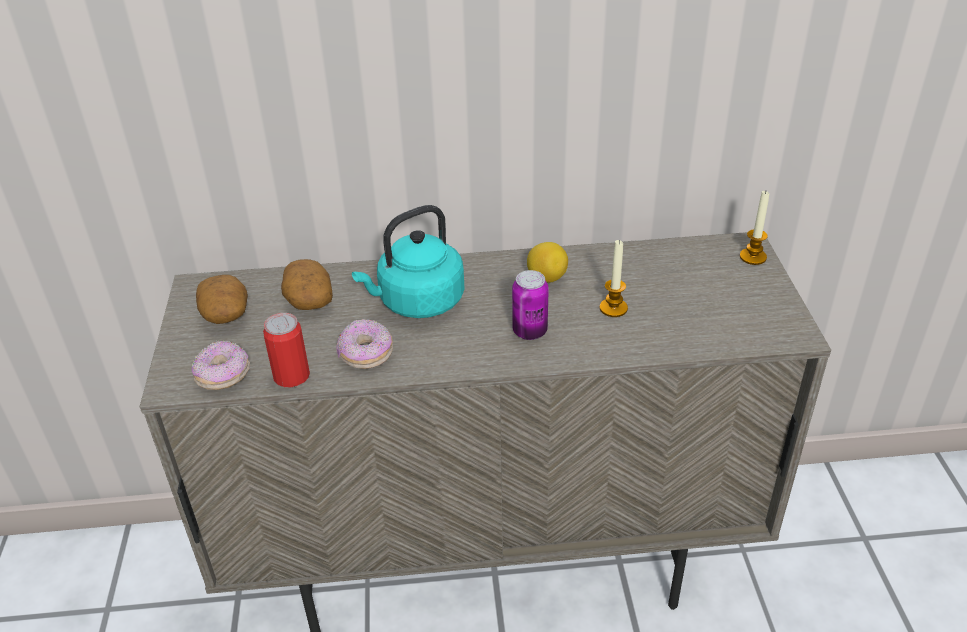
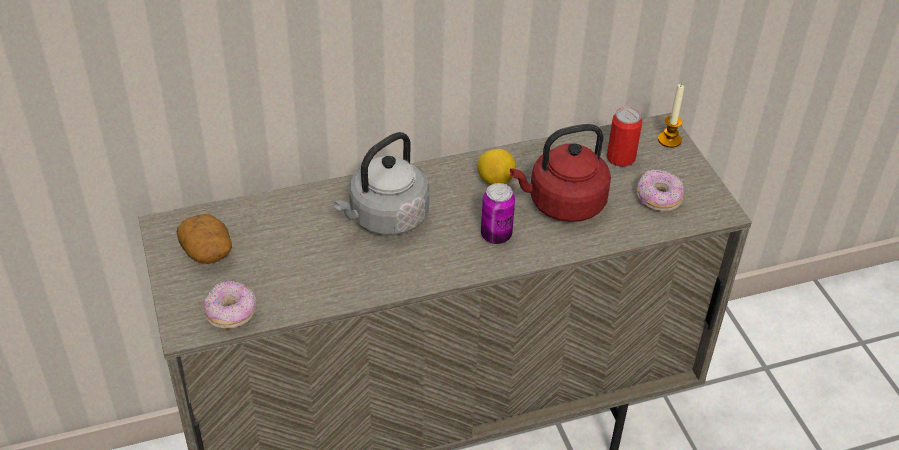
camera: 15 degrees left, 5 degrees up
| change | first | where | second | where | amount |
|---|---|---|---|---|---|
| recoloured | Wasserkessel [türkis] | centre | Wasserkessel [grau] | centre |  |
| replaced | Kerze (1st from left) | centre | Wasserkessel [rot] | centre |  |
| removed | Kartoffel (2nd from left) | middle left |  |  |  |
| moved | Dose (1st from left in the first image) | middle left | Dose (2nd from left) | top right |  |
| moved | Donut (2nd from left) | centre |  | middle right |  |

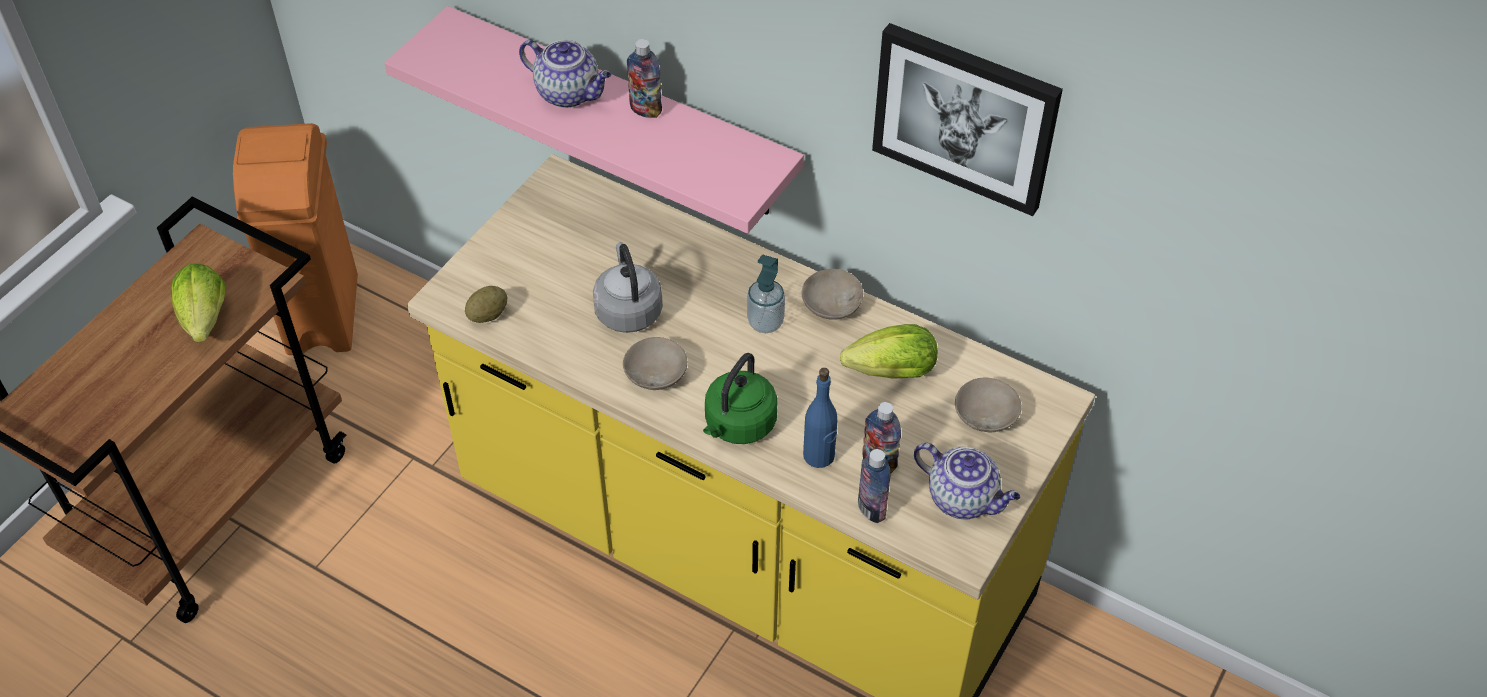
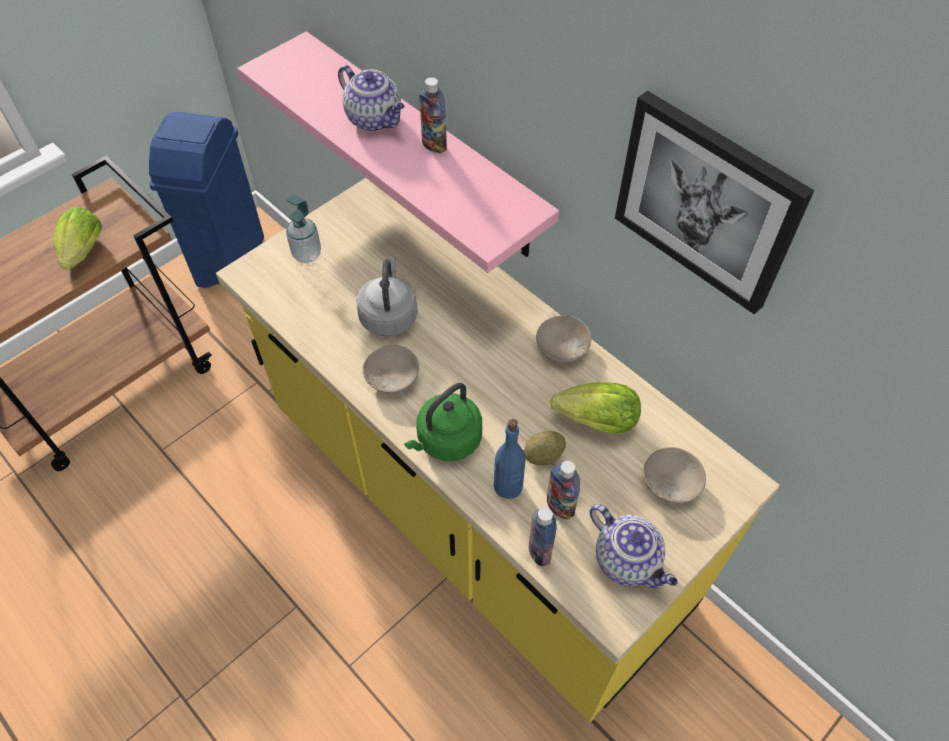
camera: 15 degrees right, 5 degrees up
| change | first | where | second | where | amount |
|---|---|---|---|---|---|
| recoloured | Mülleimer [orange] | middle left | Mülleimer [blau] | top left |  |
| moved | Seifenspender | centre |  | top left |  |
| moved | Kartoffel | middle left |  | centre |  |

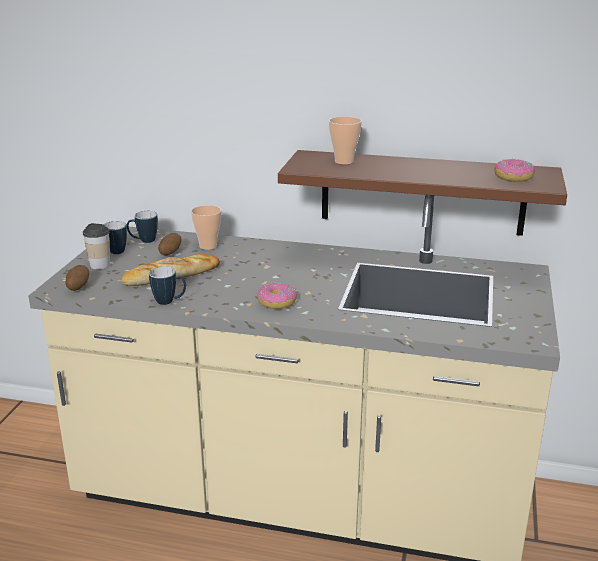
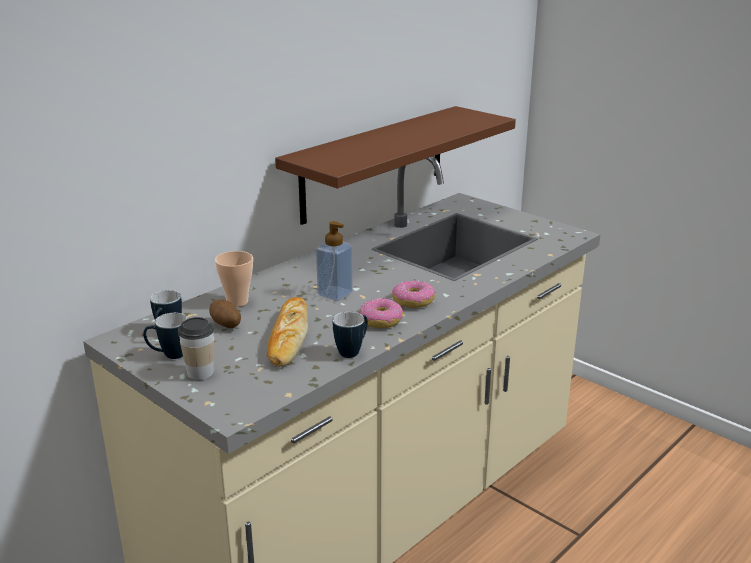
camera: 60 degrees left, 0 degrees up
| change | first | where | second | where | amount |
|---|---|---|---|---|---|
| removed | Tasse (3rd from left) | top centre |  |  |  |
| moved | Donut (2nd from left in the first image) | top right | Donut (1st from left) | centre |  |
| removed | Kartoffel (1st from left) | middle left |  |  |  |
| added |  |  | Seifenspender | centre |  |

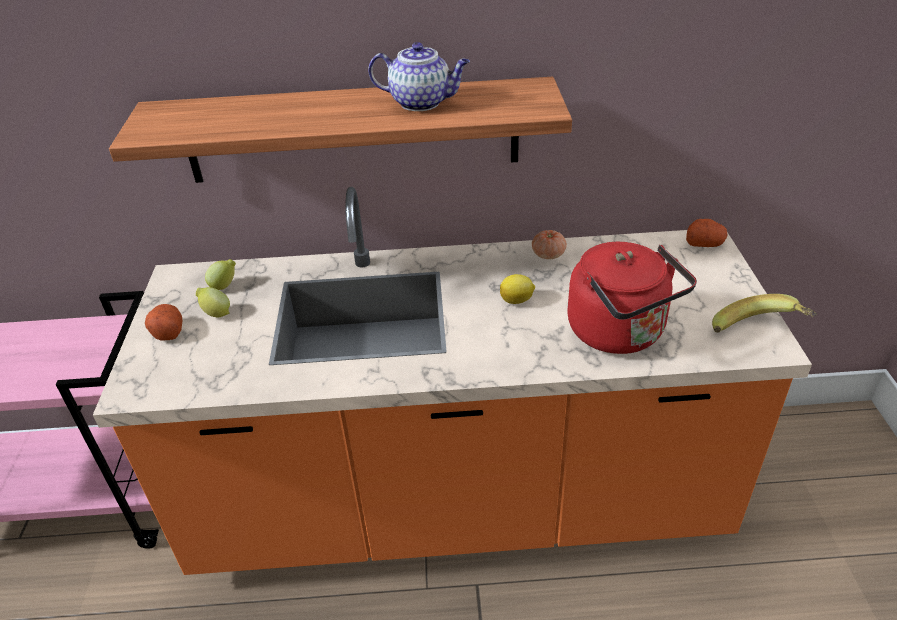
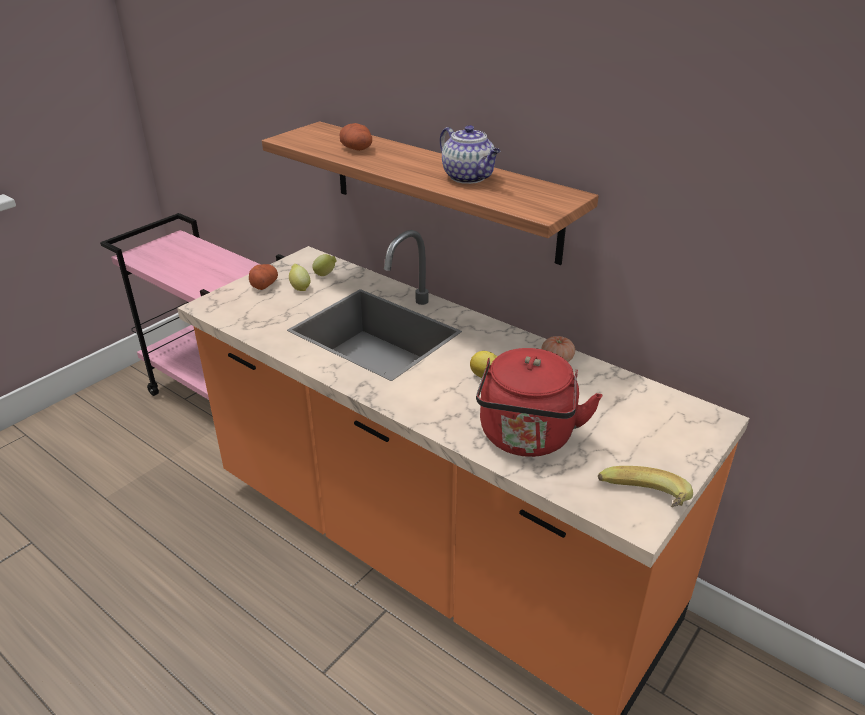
camera: 40 degrees right, 5 degrees down
| change | first | where | second | where | amount |
|---|---|---|---|---|---|
| moved | Kartoffel (2nd from left) | middle right |  | top centre |  |

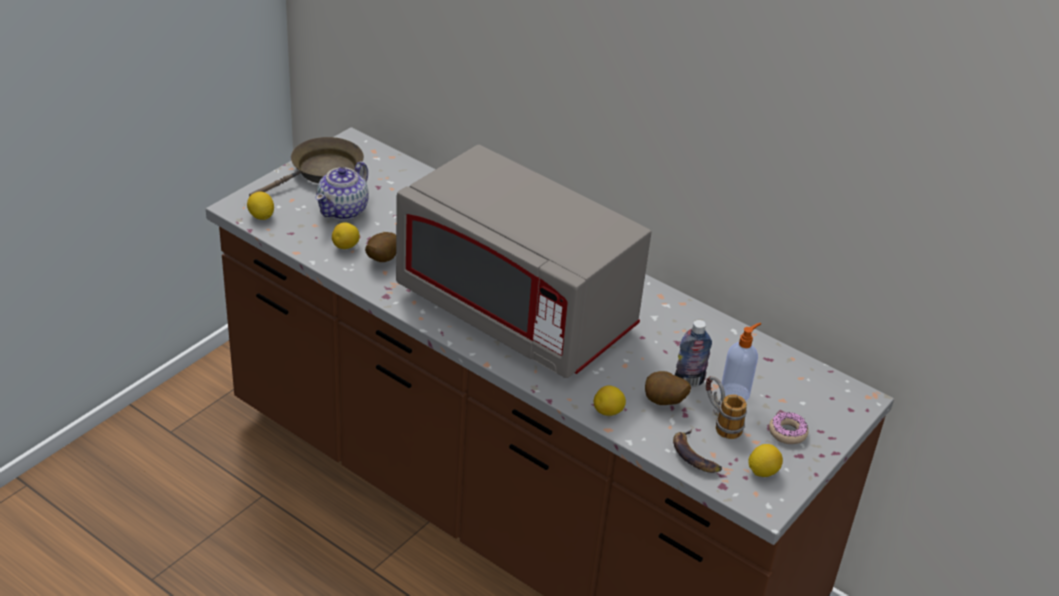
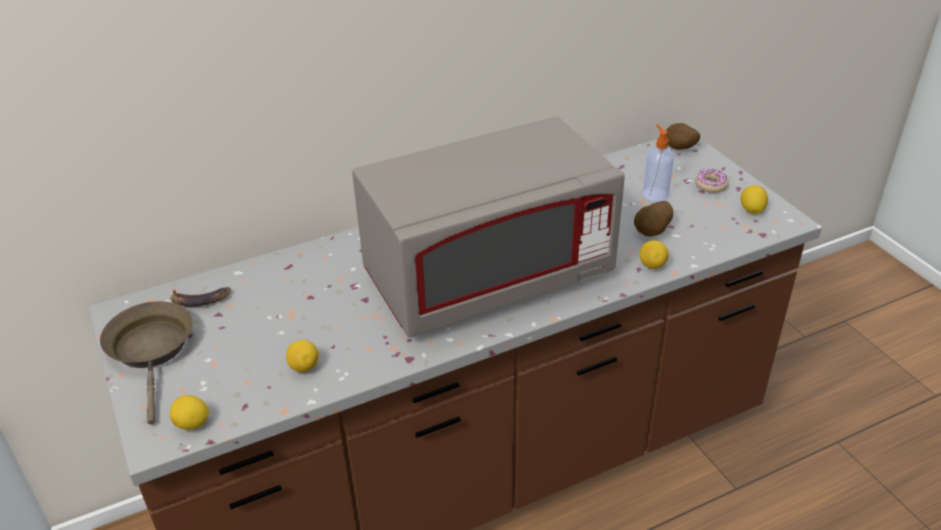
camera: 60 degrees left, 0 degrees up
| change | first | where | second | where | amount |
|---|---|---|---|---|---|
| removed | Teekanne | top left |  |  |  |
| moved | Kartoffel (1st from left in the first image) | centre | Kartoffel (2nd from left) | top right |  |
| removed | Flasche | centre |  |  |  |
| removed | Henkelbecher | bottom right |  |  |  |
| moved | Banane | bottom centre |  | middle left |  |

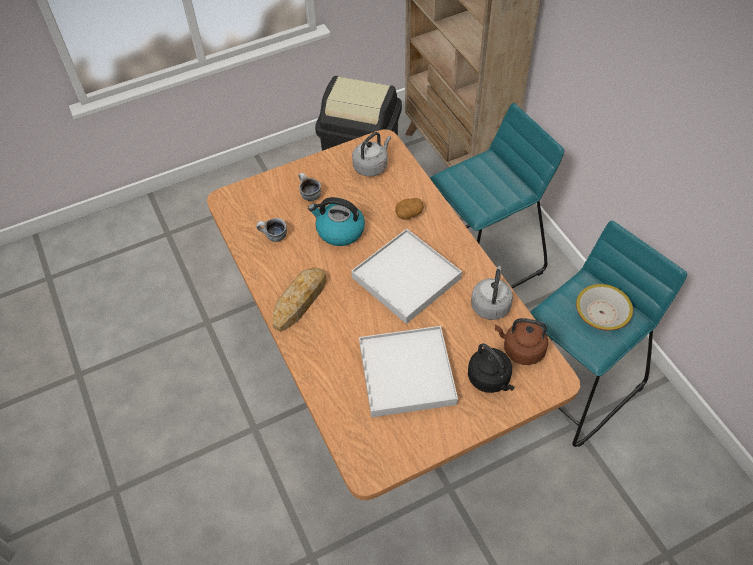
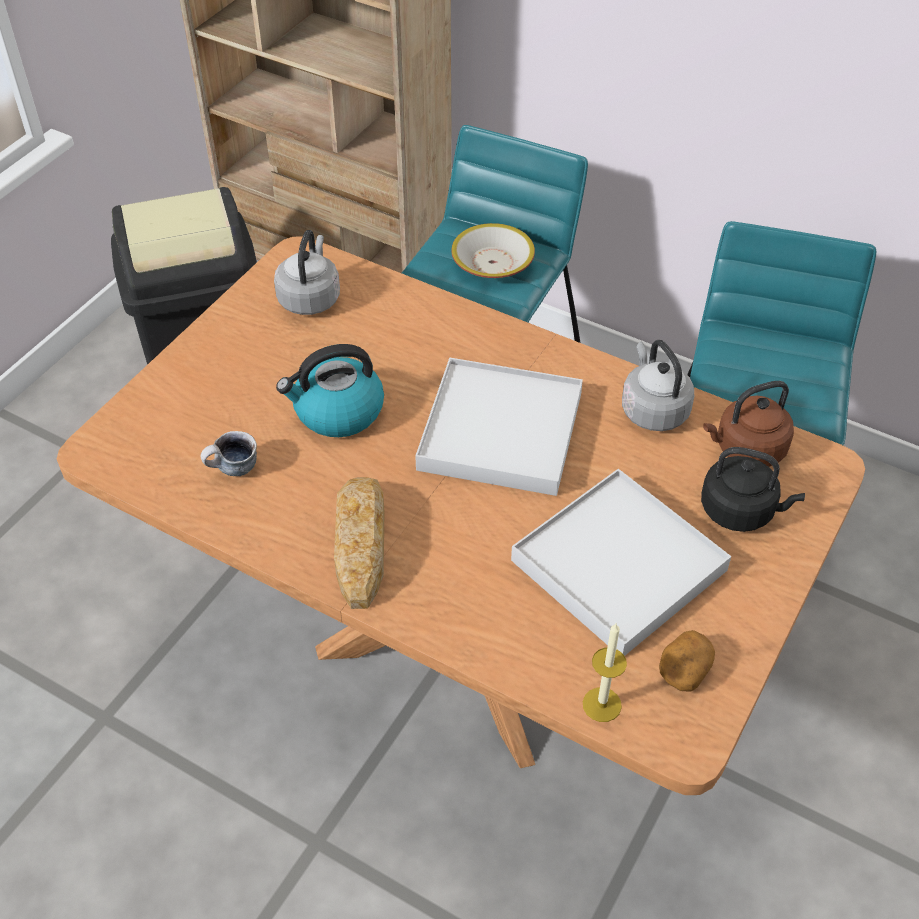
camera: 35 degrees left, 5 degrees down
| change | first | where | second | where | amount |
|---|---|---|---|---|---|
| removed | Henkelbecher (2nd from left) | top centre |  |  |  |
| moved | Kartoffel | centre |  | bottom right |  |
| moved | Schüssel | middle right |  | top centre |  |
| added |  |  | Kerze | bottom centre |  |

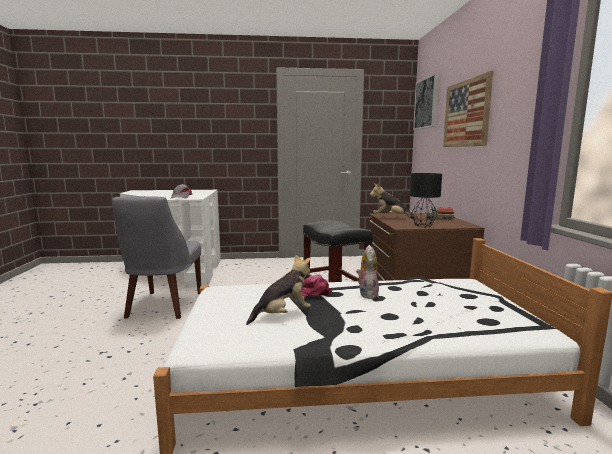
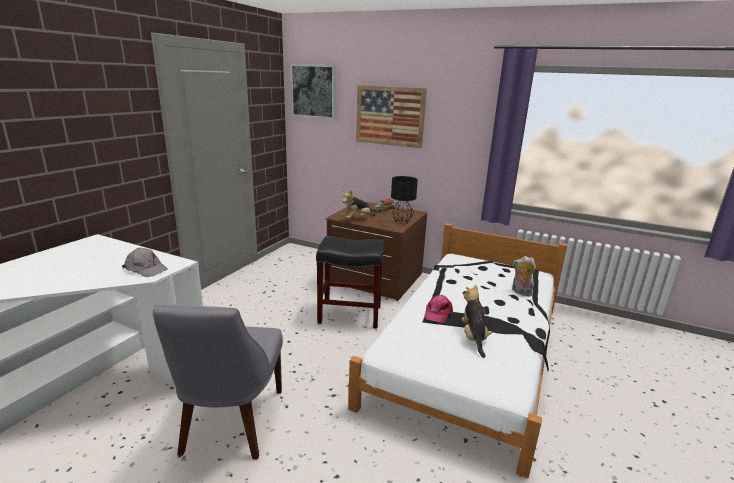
camera: 60 degrees left, 10 degrees up
| change | first | where | second | where | amount |
|---|---|---|---|---|---|
| turned | Stuhl [grau] | middle left |  | bottom left | 60 degrees clockwise |
| moved | Plüschtier (2nd from left in the first image) | centre | Plüschtier (3rd from left) | middle right |  |

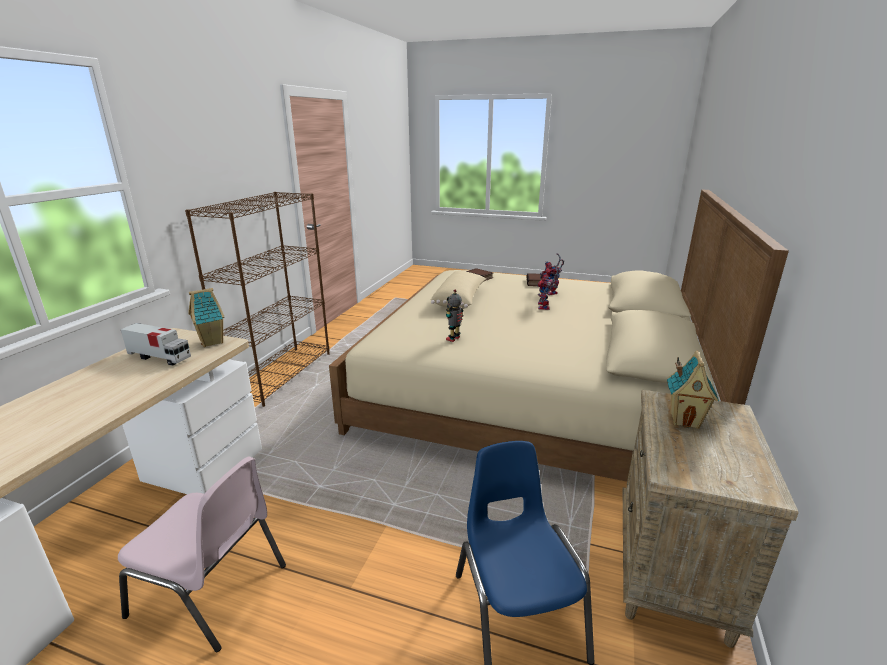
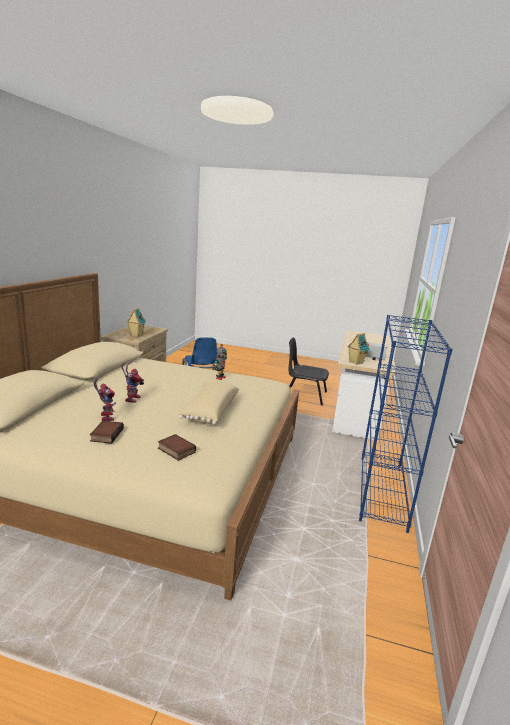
camera: 175 degrees right, 5 degrees down
| change | first | where | second | where | amount |
|---|---|---|---|---|---|
| recoloured | Bücherregal [braun] | middle left | Bücherregal [blau] | middle right |  |
| recoloured | Stuhl [rosa] | bottom left | Stuhl [schwarz] | centre |  |

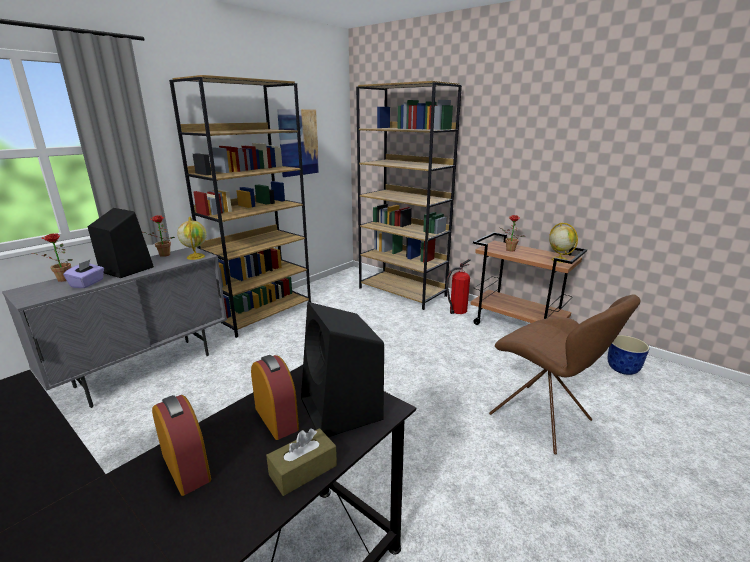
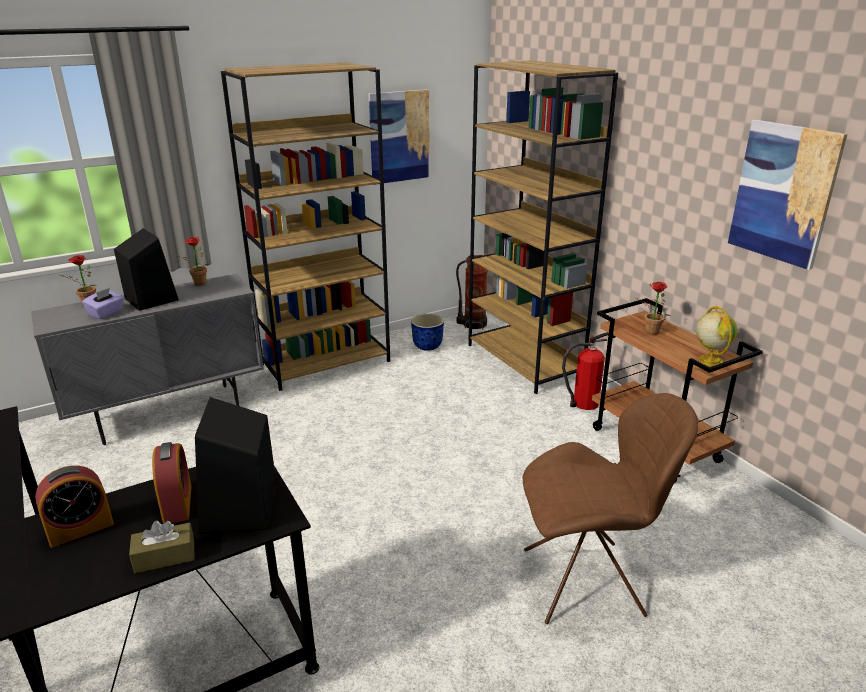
camera: 20 degrees right, 5 degrees up
| change | first | where | second | where | amount |
|---|---|---|---|---|---|
| removed | Globus (1st from left) | middle left |  |  |  |
| turned | Stuhl [braun] | middle right |  | bottom right | 75 degrees counterclockwise |
| moved | Pflanzkübel | middle right |  | centre |  |
| turned | Wecker (1st from left) | bottom left |  | bottom left | 75 degrees clockwise |
| added |  |  | Bild (2nd from left) | top right |  |
| added |  |  | Feuerlöscher (1st from left) | centre |  |

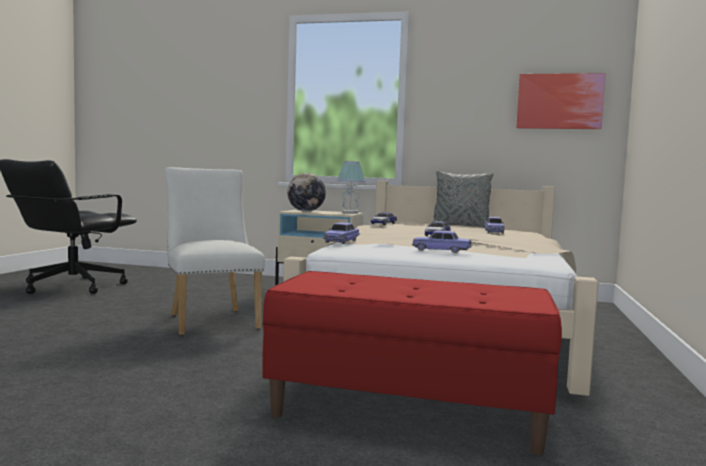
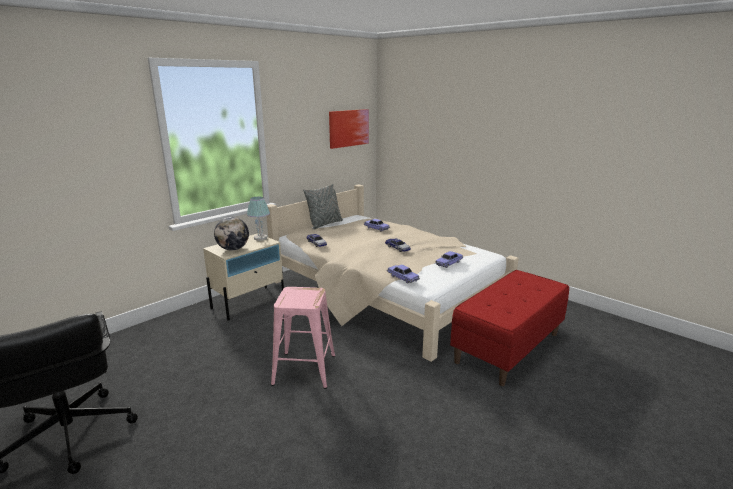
camera: 60 degrees left, 15 degrees up
| change | first | where | second | where | amount |
|---|---|---|---|---|---|
| replaced | Stuhl [weiß] | middle left | Hocker [rosa] | bottom centre |  |

